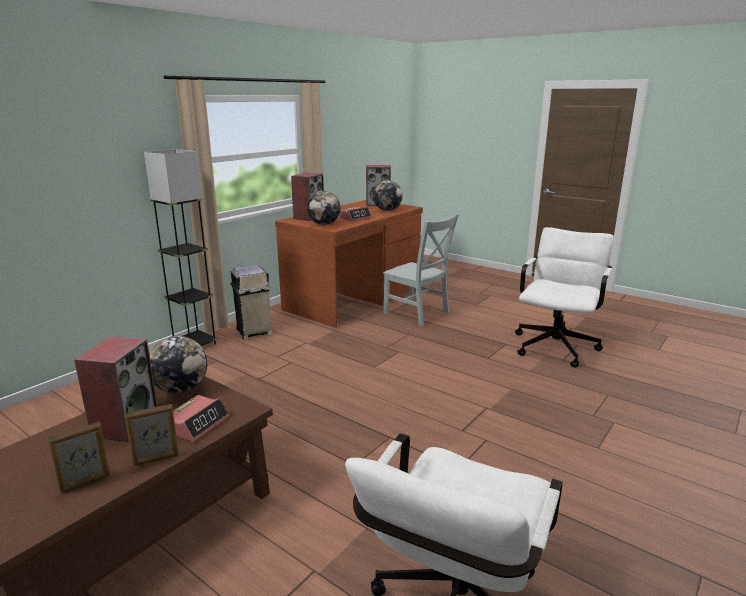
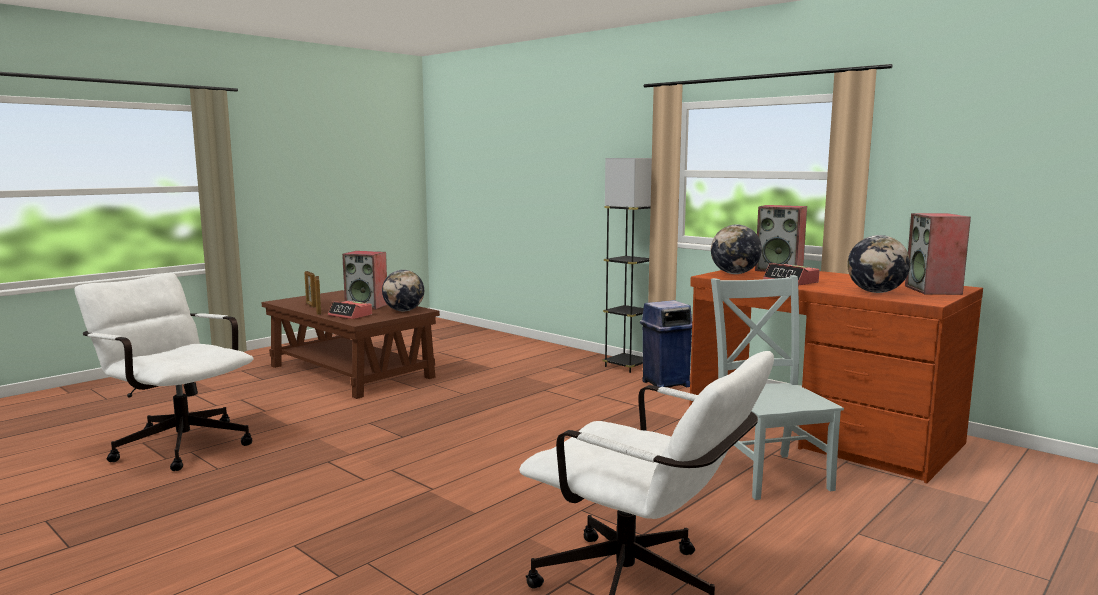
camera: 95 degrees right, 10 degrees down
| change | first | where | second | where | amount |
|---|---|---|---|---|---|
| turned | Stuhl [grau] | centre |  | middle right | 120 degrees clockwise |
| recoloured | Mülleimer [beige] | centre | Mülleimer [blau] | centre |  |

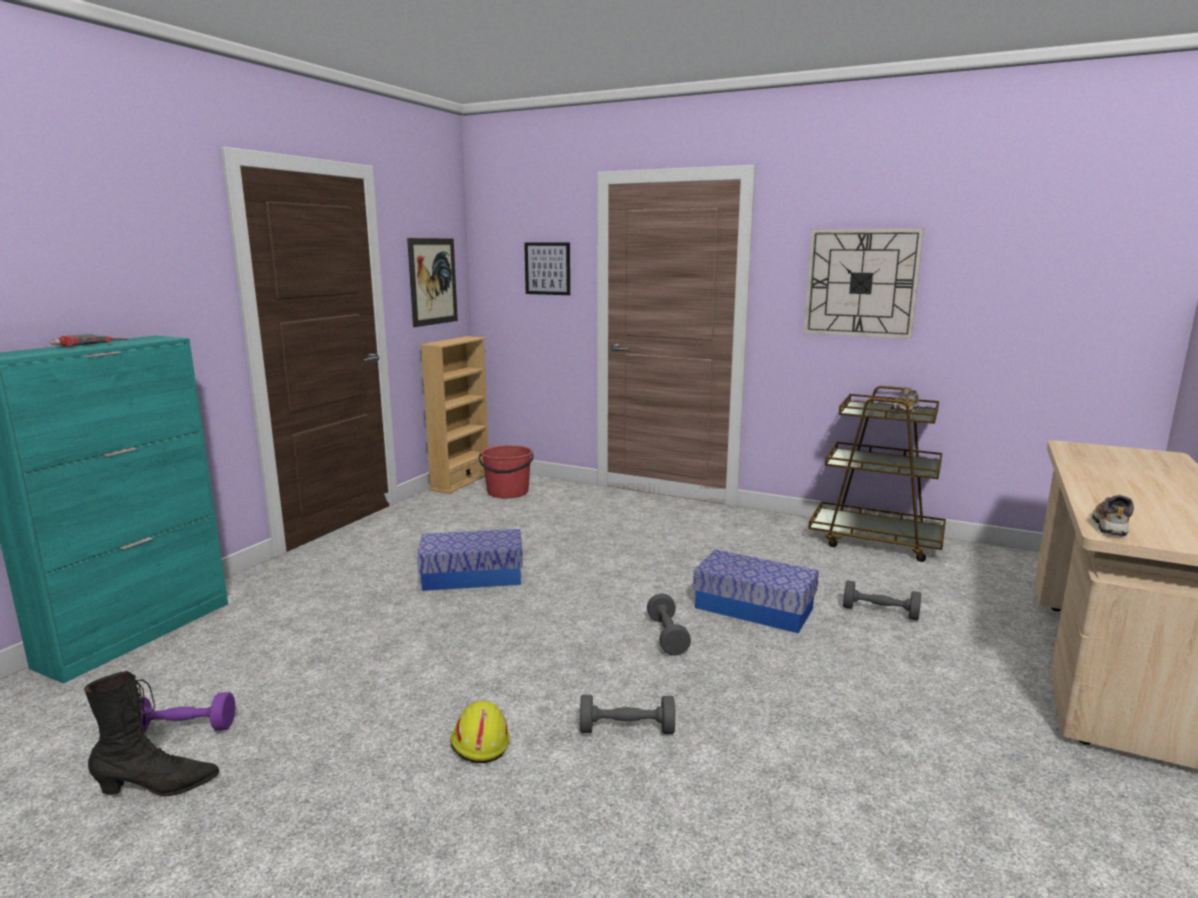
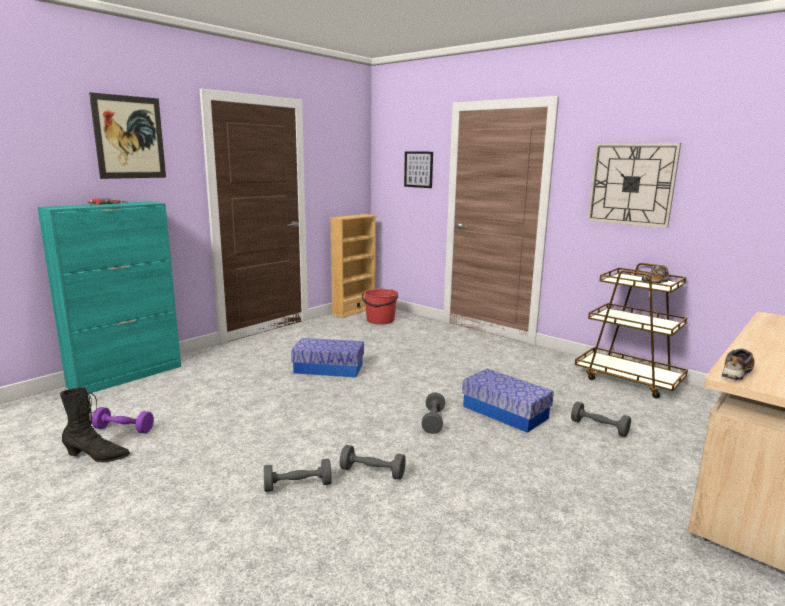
camera: 15 degrees right, 0 degrees up
| change | first | where | second | where | amount |
|---|---|---|---|---|---|
| moved | Bild (1st from left) | top centre |  | top left |  |
| removed | Schutzhelm [gelb] | bottom centre |  |  |  |
| added |  |  | Hantel [grau] (1st from left) | bottom centre |  |

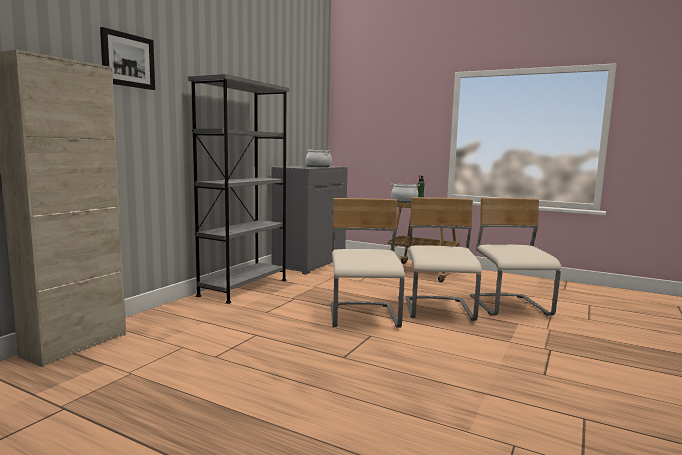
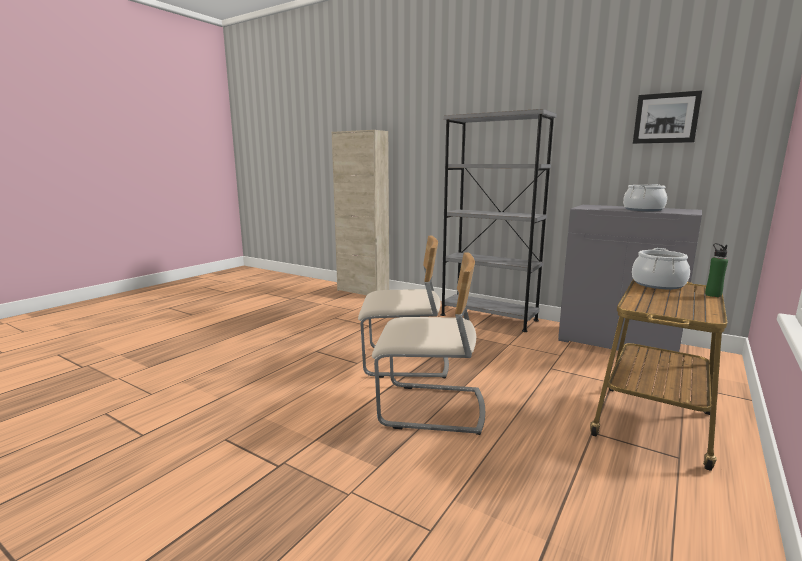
camera: 95 degrees right, 5 degrees up
| change | first | where | second | where | amount |
|---|---|---|---|---|---|
| moved | Bild | top left |  | top right |  |
| removed | Stuhl [beige] (3rd from left) | middle right |  |  |  |

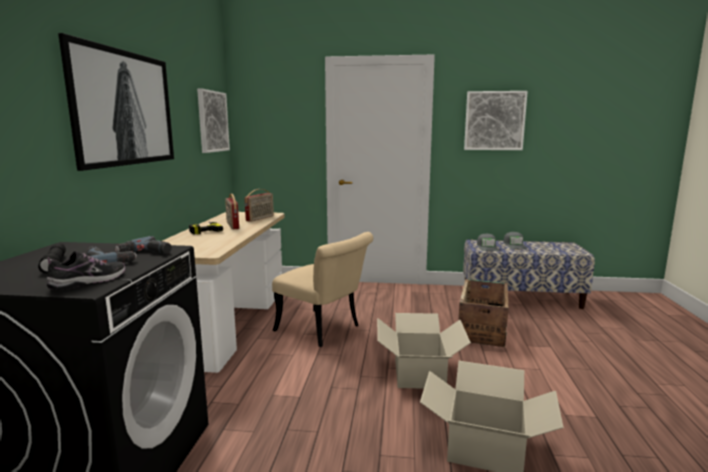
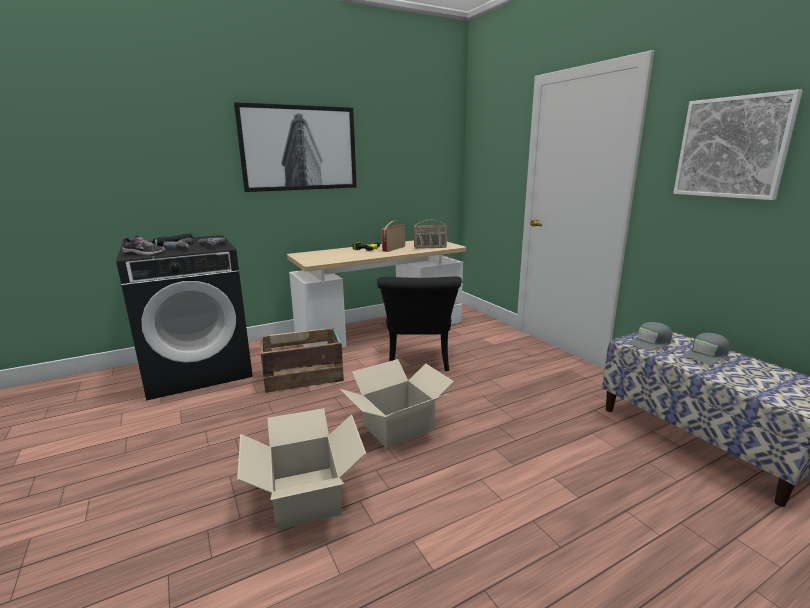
camera: 55 degrees right, 5 degrees up
| change | first | where | second | where | amount |
|---|---|---|---|---|---|
| removed | Bild (2nd from left) | top left |  |  |  |
| recoloured | Stuhl [beige] | centre | Stuhl [schwarz] | centre |  |
| moved | Kiste | middle right |  | centre |  |

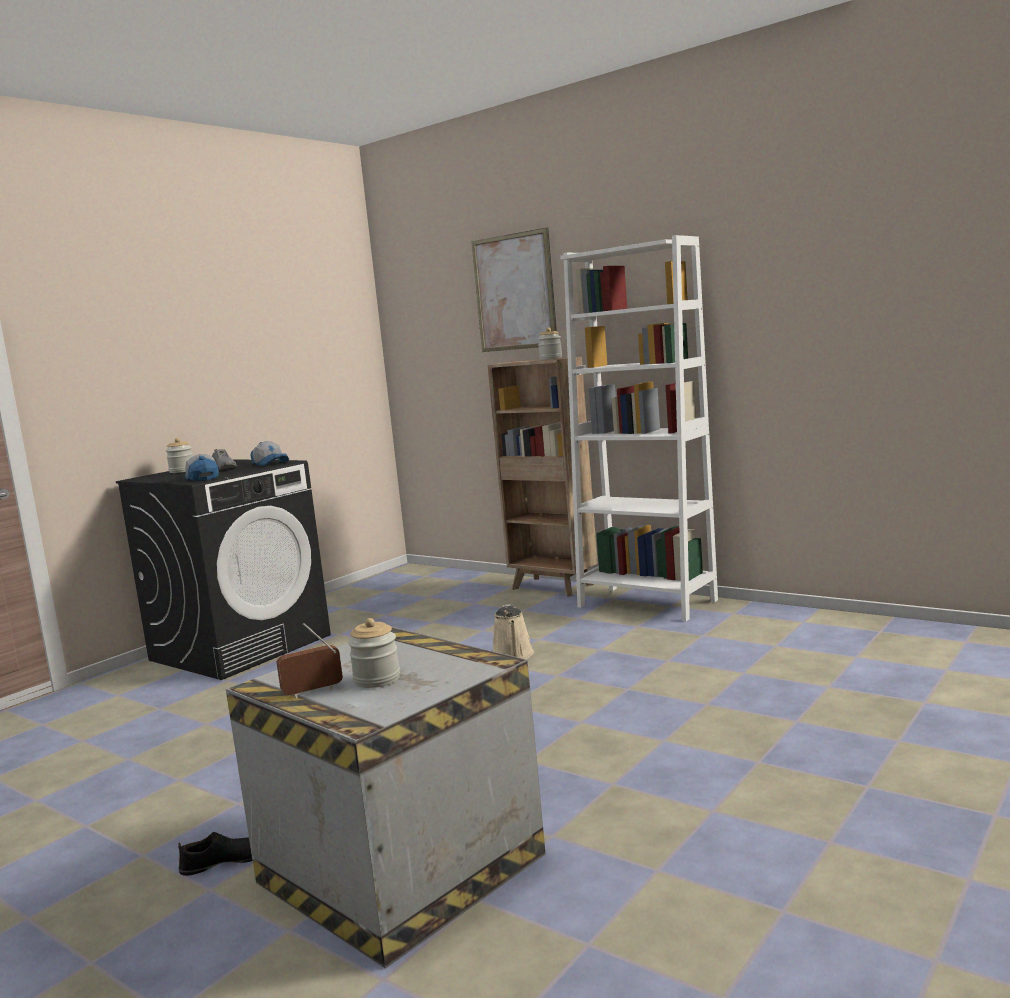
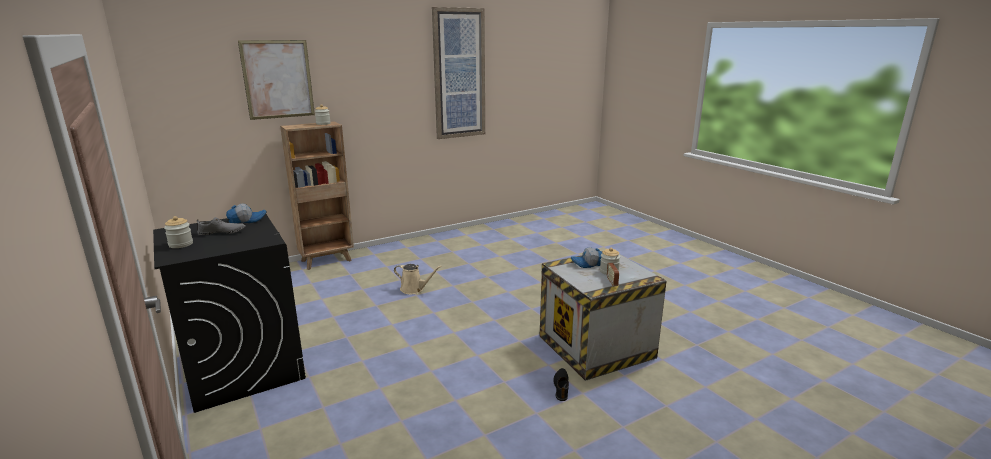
camera: 70 degrees left, 10 degrees up
| change | first | where | second | where | amount |
|---|---|---|---|---|---|
| removed | Bücherregal [weiß] | centre |  |  |  |
| moved | Kappe (1st from left in the first image) | middle left | Kappe (2nd from left) | centre |  |
| added |  |  | Bild (2nd from left) | top centre |  |

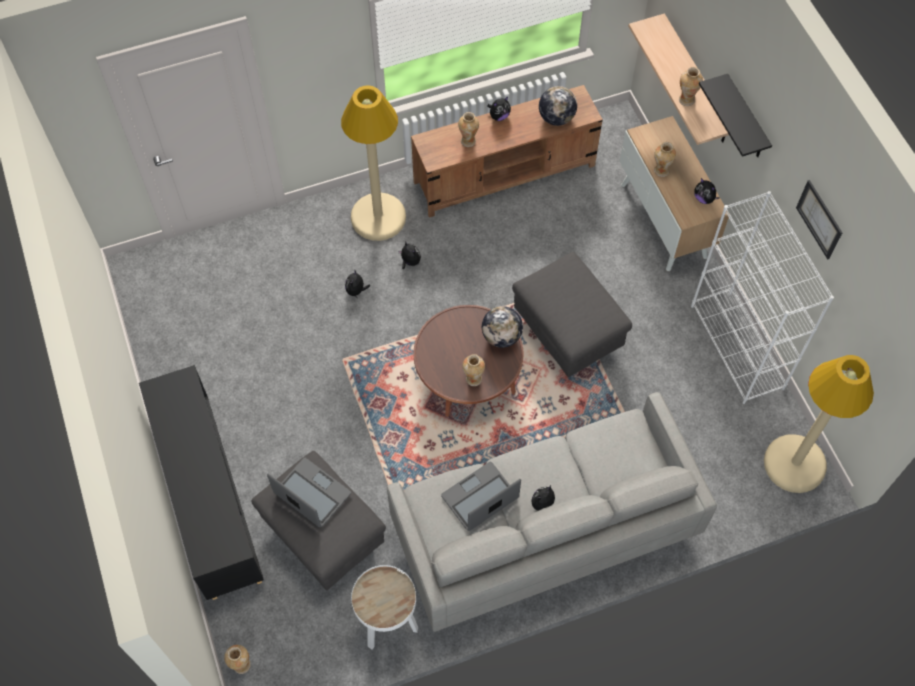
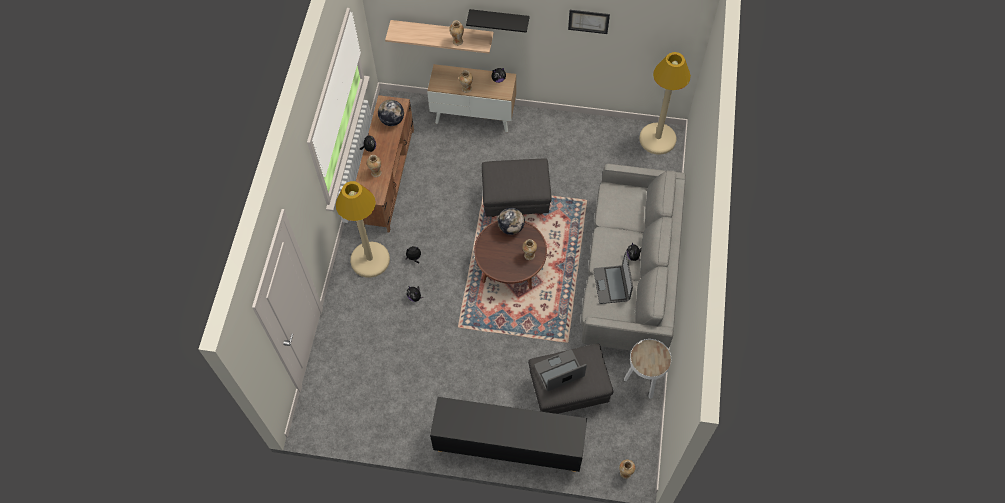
camera: 60 degrees left, 0 degrees up
| change | first | where | second | where | amount |
|---|---|---|---|---|---|
| removed | Bücherregal [weiß] | middle right |  |  |  |

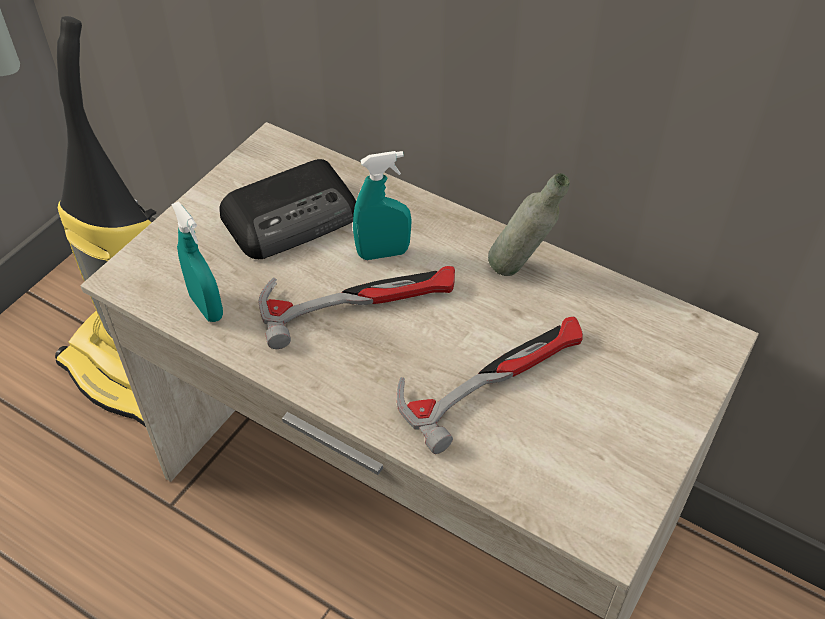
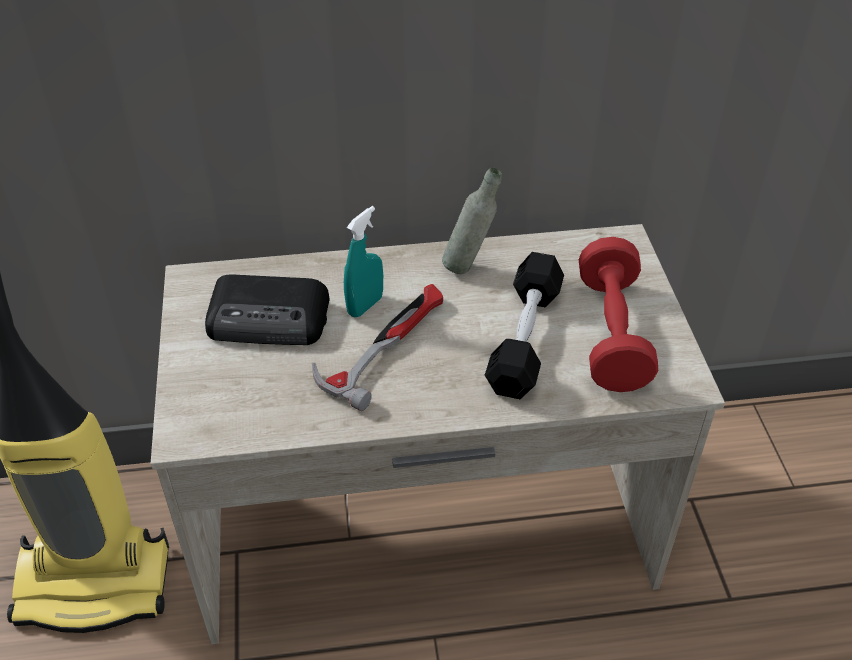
camera: 40 degrees left, 5 degrees down
| change | first | where | second | where | amount |
|---|---|---|---|---|---|
| turned | Radio | centre |  | middle left | 75 degrees clockwise |
| removed | Sprühflasche [türkis] (1st from left) | middle left |  |  |  |
| replaced | Hammer (2nd from left) | centre | Hantel [schwarz] | centre |  |
| added |  |  | Hantel [rot] | middle right |  |

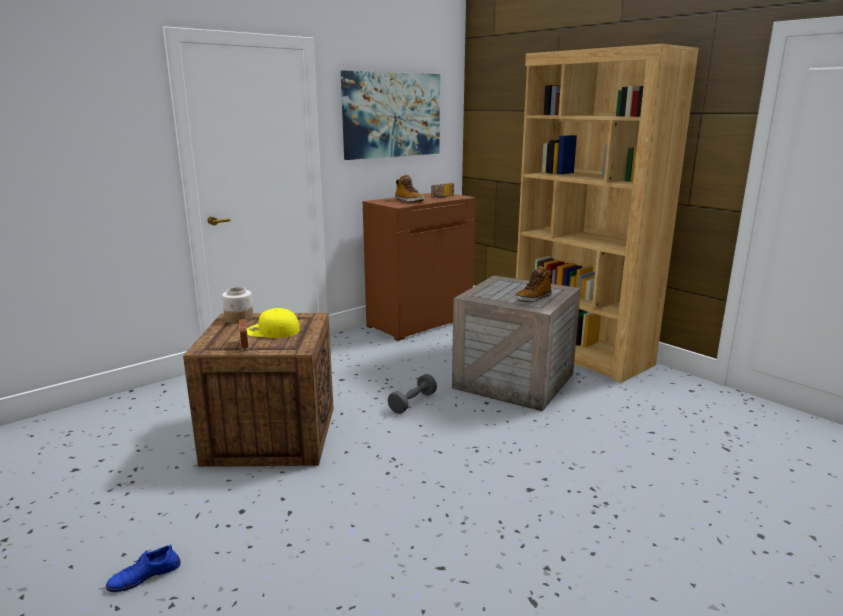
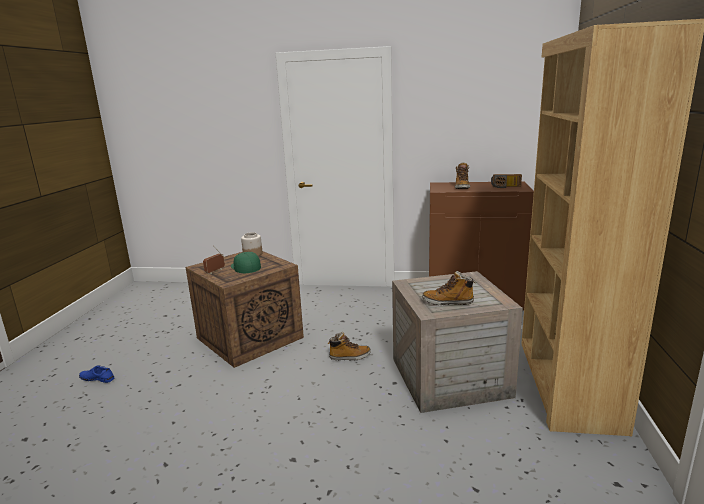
camera: 50 degrees right, 0 degrees up
| change | first | where | second | where | amount |
|---|---|---|---|---|---|
| removed | Bild | top centre |  |  |  |
| recoloured | Kappe [gelb] | middle left | Kappe [grün] | centre |  |
| replaced | Hantel [grau] | centre | Stiefel (1st from left) | bottom centre |  |

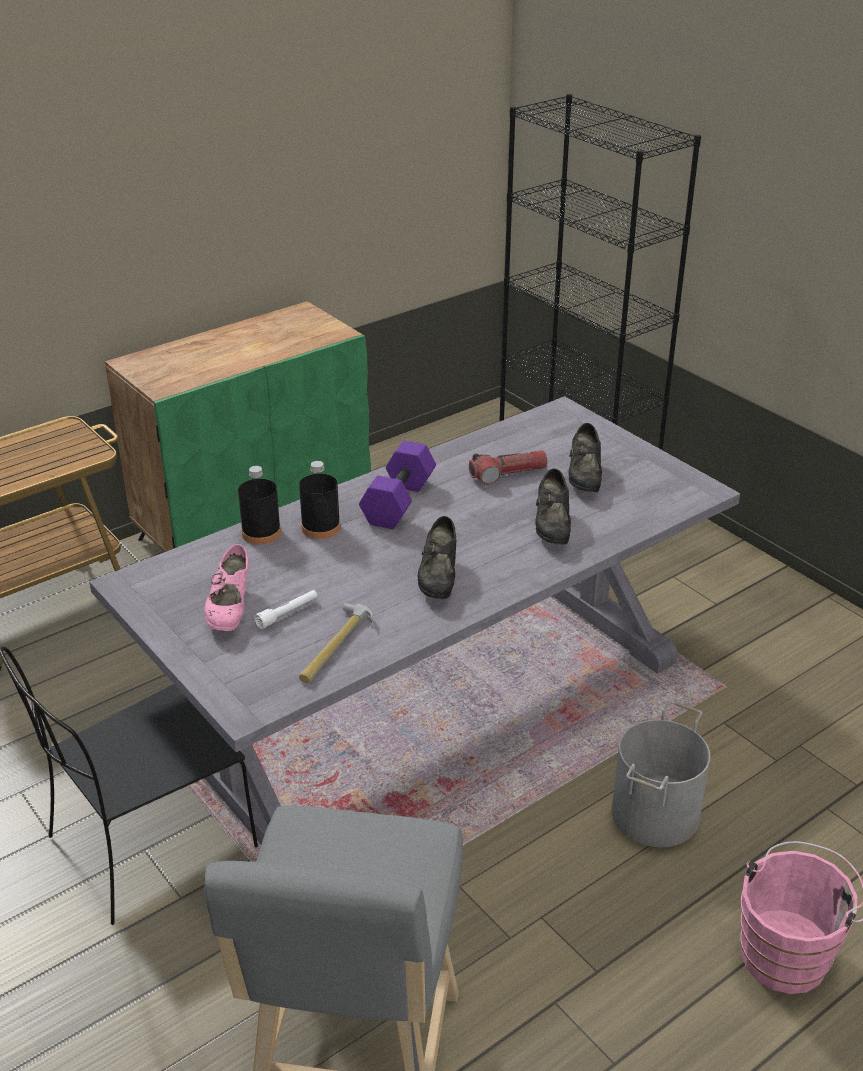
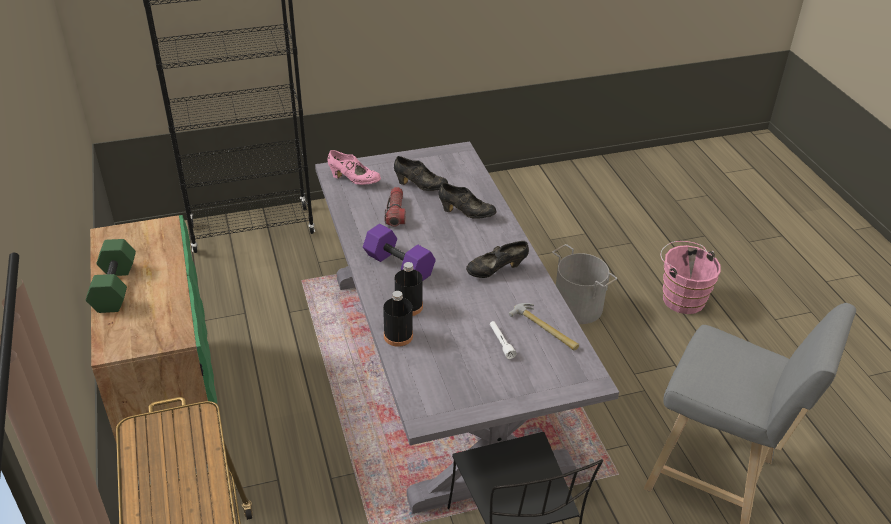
camera: 70 degrees left, 5 degrees up
| change | first | where | second | where | amount |
|---|---|---|---|---|---|
| turned | Schuh [schwarz] (1st from left in the first image) | centre | Schuh [schwarz] (3rd from left) | centre | 135 degrees clockwise |
| moved | Schuh [rosa] | middle left |  | top centre |  |
| added |  |  | Hantel [grün] | middle left |  |

